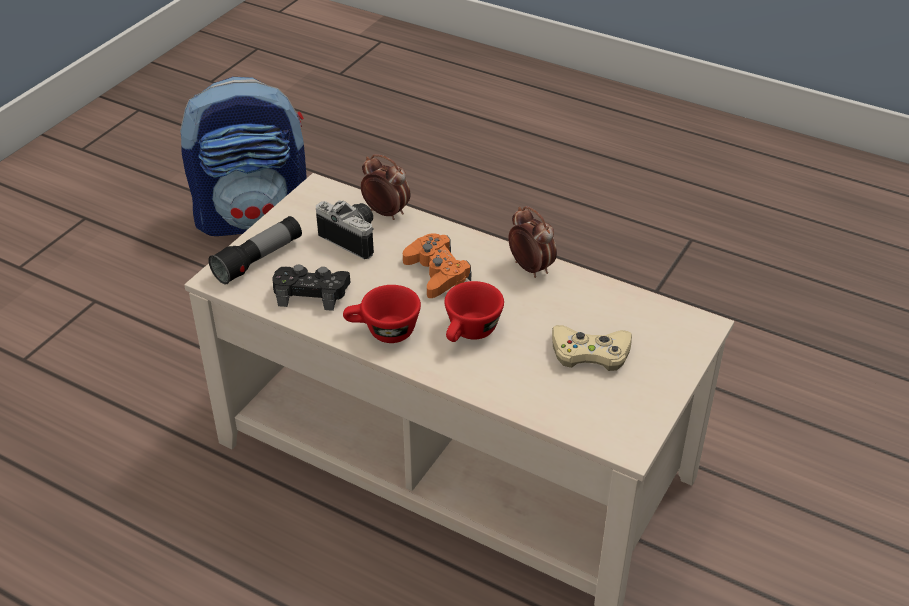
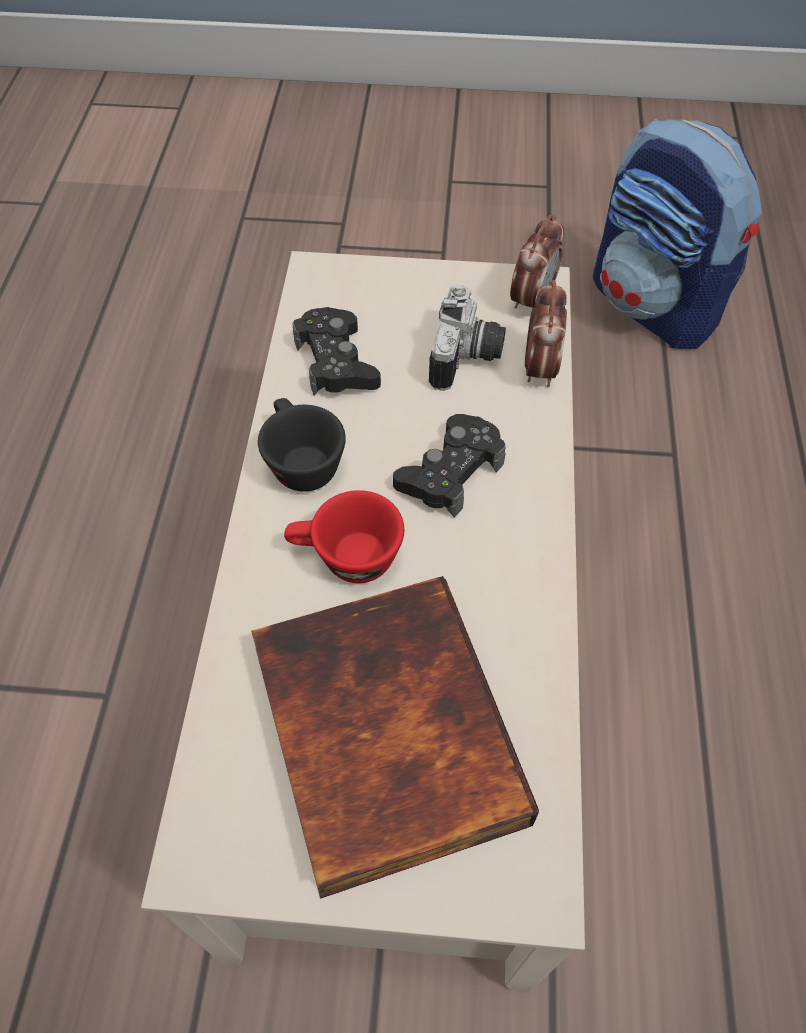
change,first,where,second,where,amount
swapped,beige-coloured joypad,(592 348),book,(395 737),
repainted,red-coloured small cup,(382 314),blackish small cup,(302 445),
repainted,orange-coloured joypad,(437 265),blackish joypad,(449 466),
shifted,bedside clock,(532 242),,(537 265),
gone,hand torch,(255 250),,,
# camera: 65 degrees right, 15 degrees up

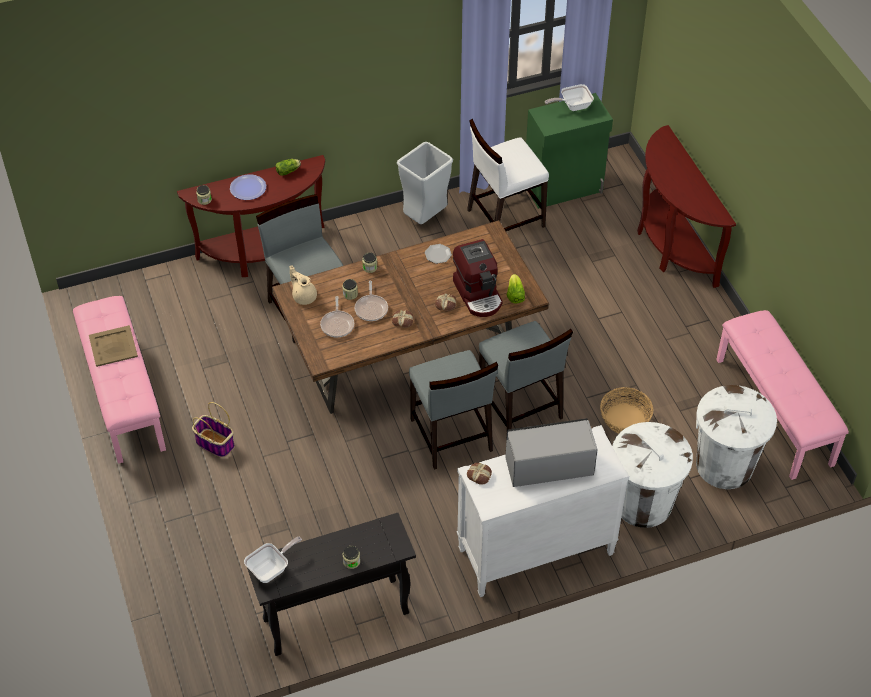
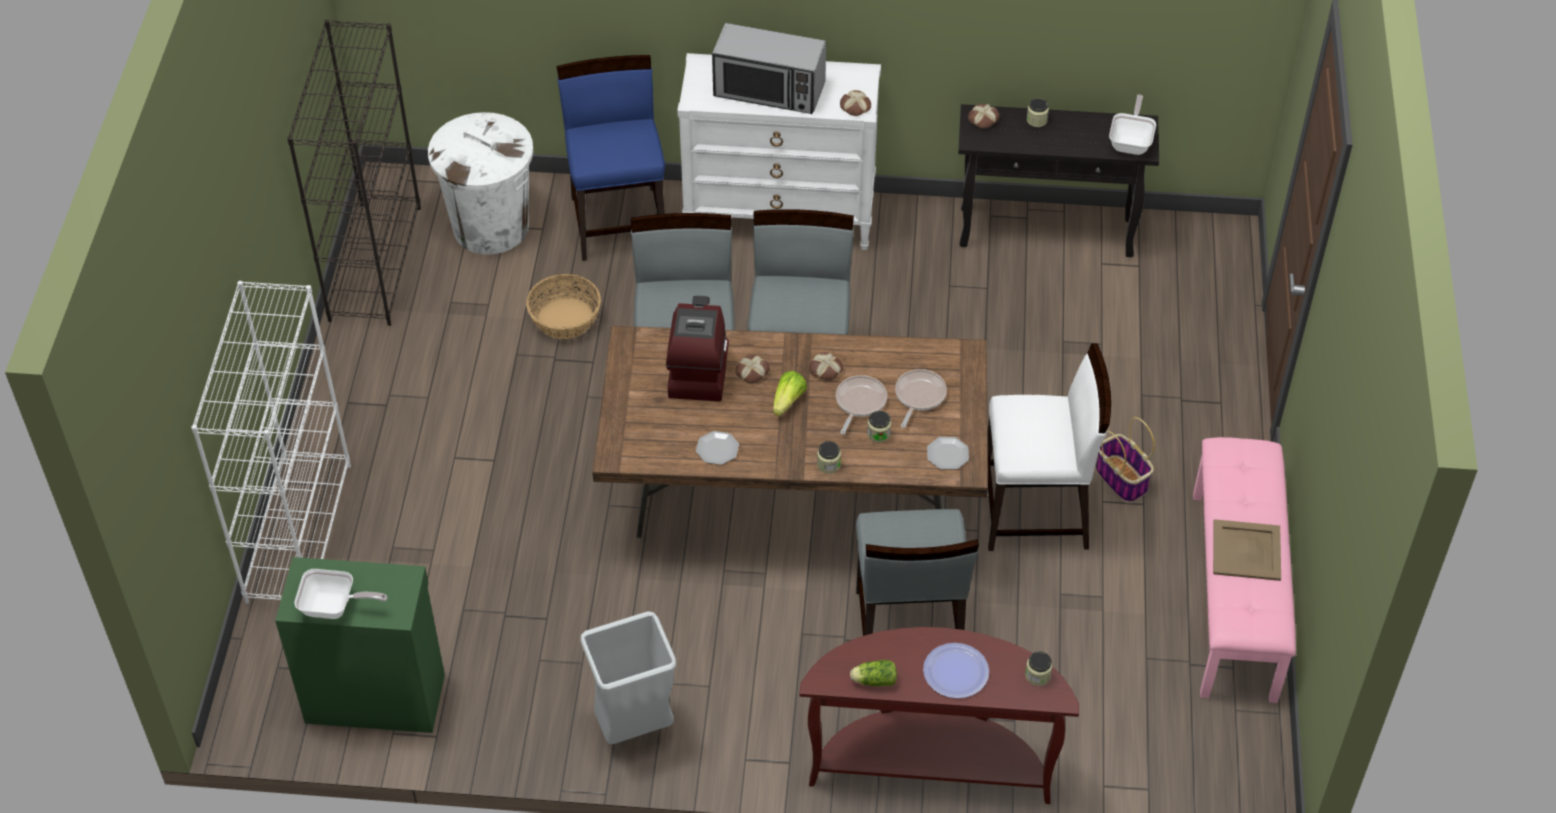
change,first,where,second,where,amount
swapped,brownish console table,(686 206),white shelving unit,(271 442),
swapped,pink long seat,(782 395),blackish shelving unit,(354 173),
swapped,white rubbish bin,(652 475),bluish upright chair,(611 158),
shifted,lettuce head,(516 289),,(790 393),
swapped,beige-coloured tea pot,(303 285),flat dish,(948 453),
new,,,baked bread,(984 116),
shifted,white upright chair,(508 175),,(1049 447),
rotated,pan,(273 560),,(1132 125),120 degrees clockwise
# camera: 155 degrees left, 0 degrees up

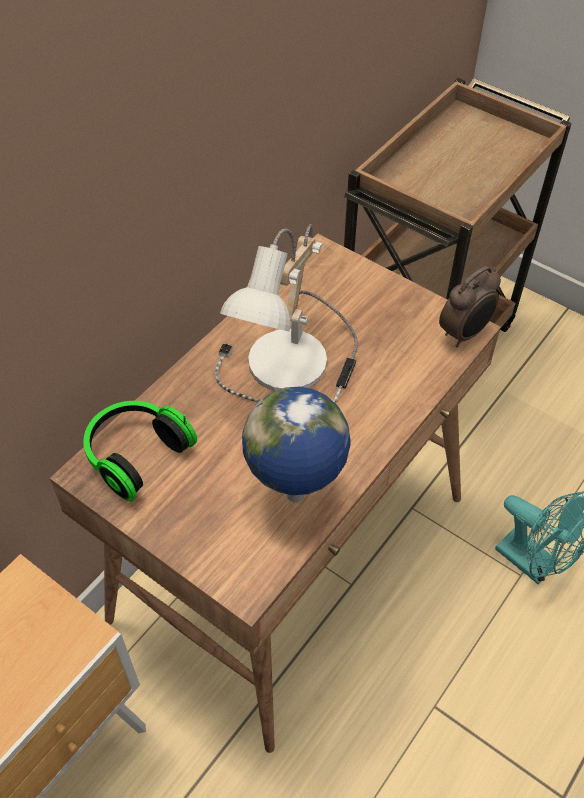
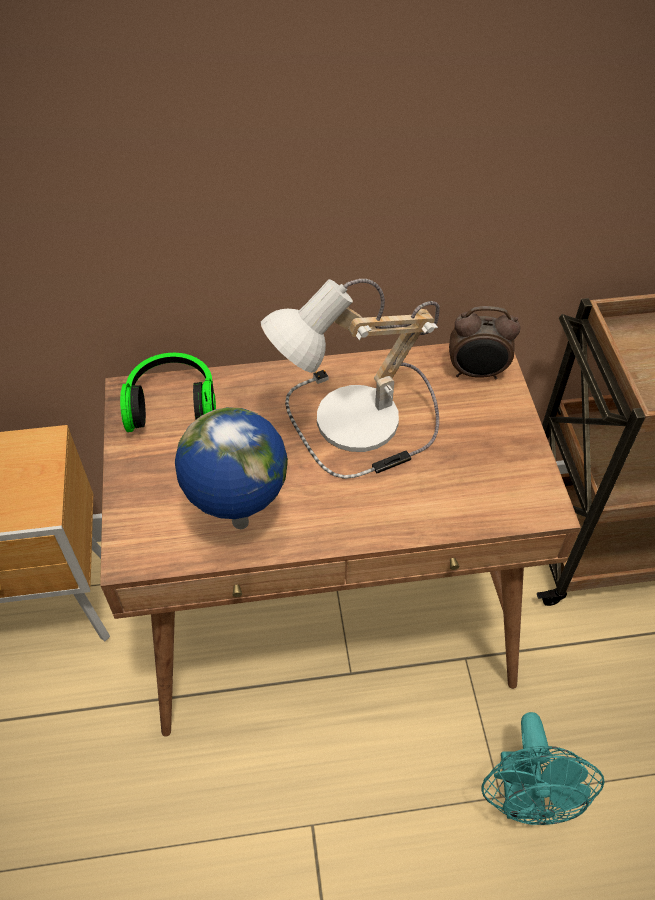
change,first,where,second,where,amount
shifted,bedside clock,(470 306),,(484 343),
# camera: 45 degrees right, 0 degrees up

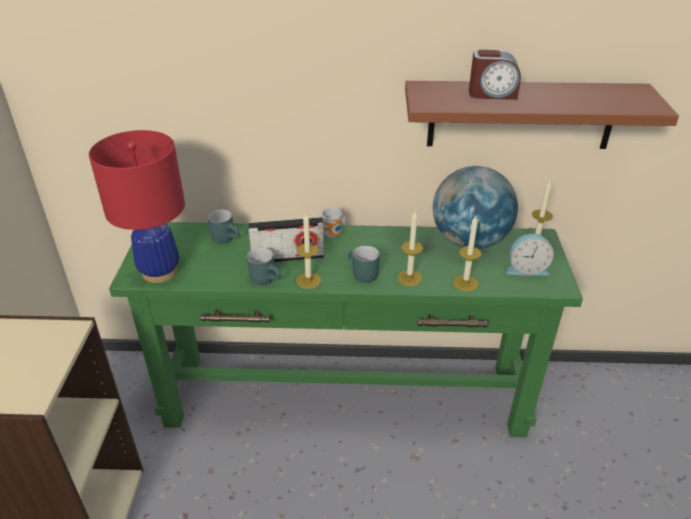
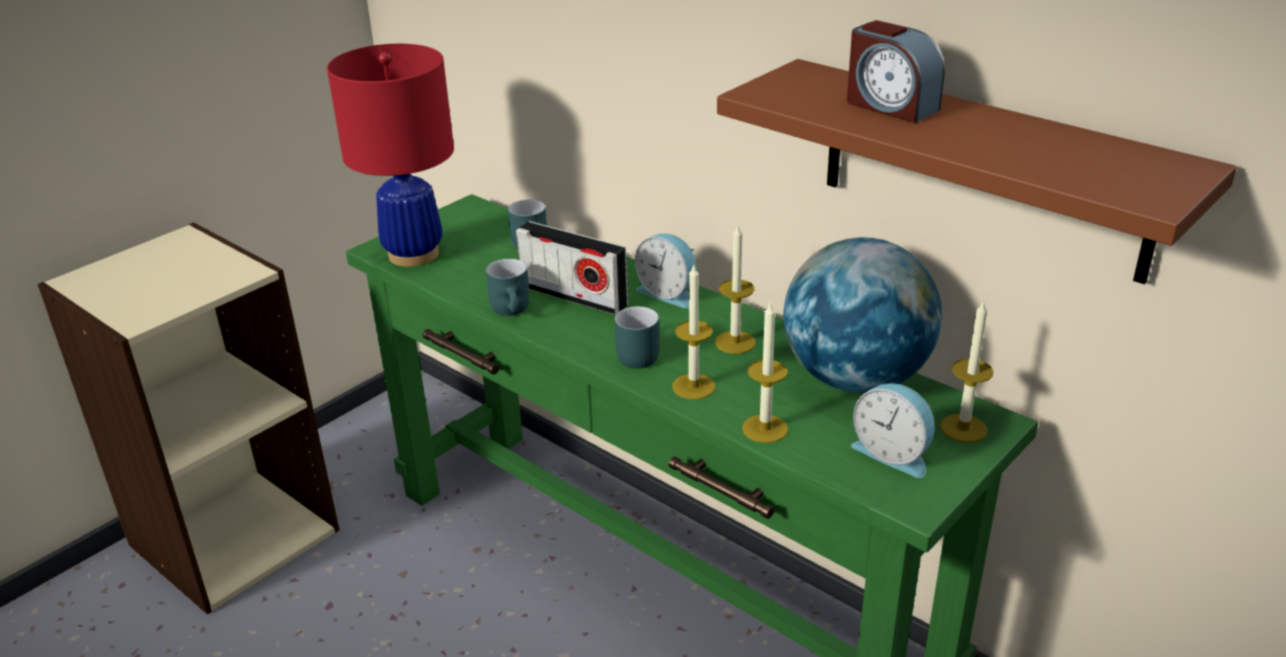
change,first,where,second,where,amount
swapped,mug,(334 223),bedside clock,(665 271),
shifted,candle,(308 251),,(735 289),
# camera: 40 degrees right, 5 degrees down

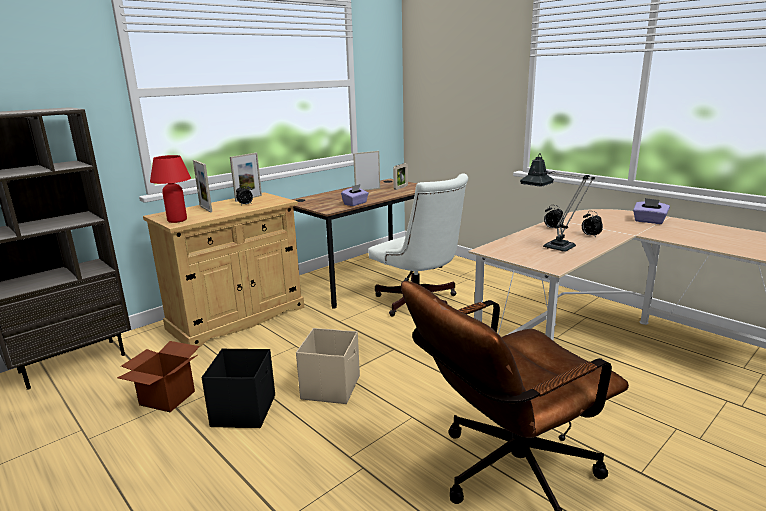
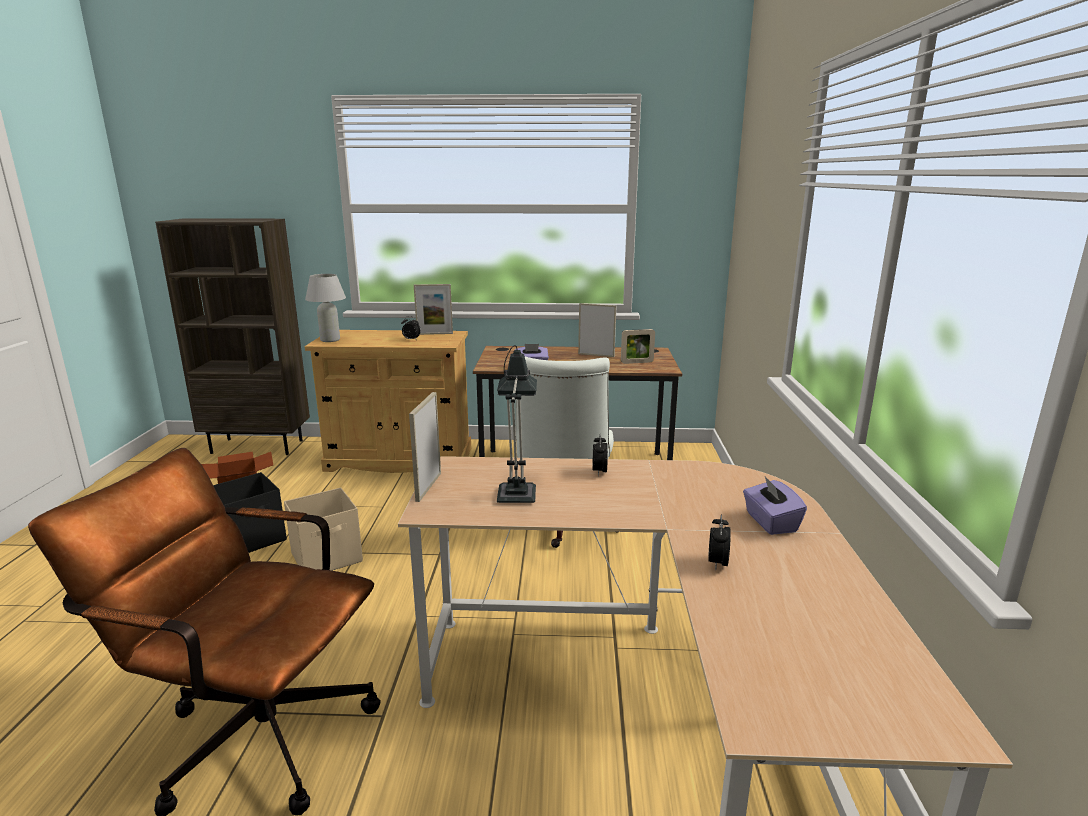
change,first,where,second,where,amount
repainted,red-coloured tabletop lamp,(170 189),white tabletop lamp,(325 308),
shifted,photo frame,(202 186),,(425 447),
shifted,bedside clock,(592 224),,(719 542),
# camera: 45 degrees right, 0 degrees up

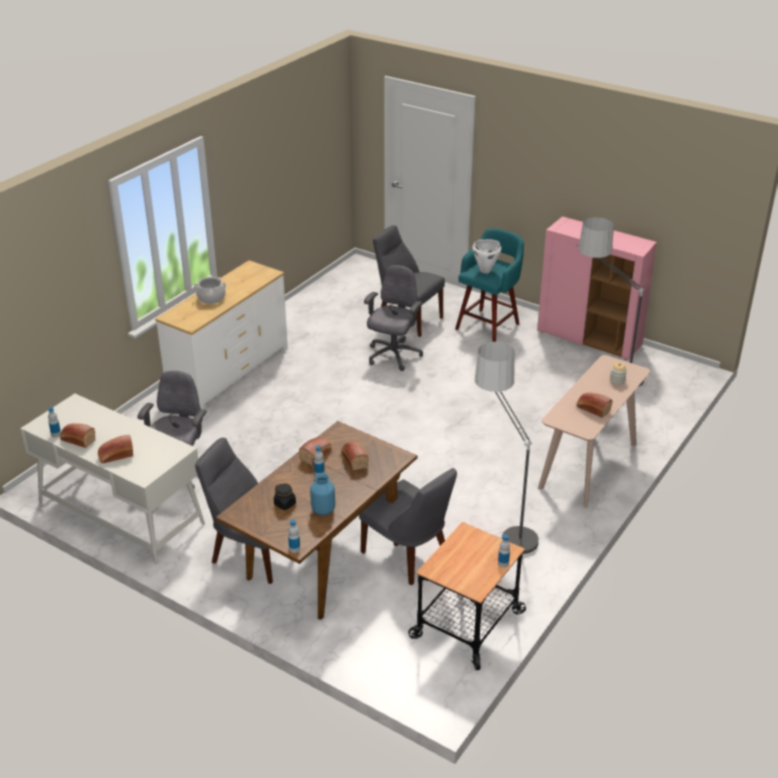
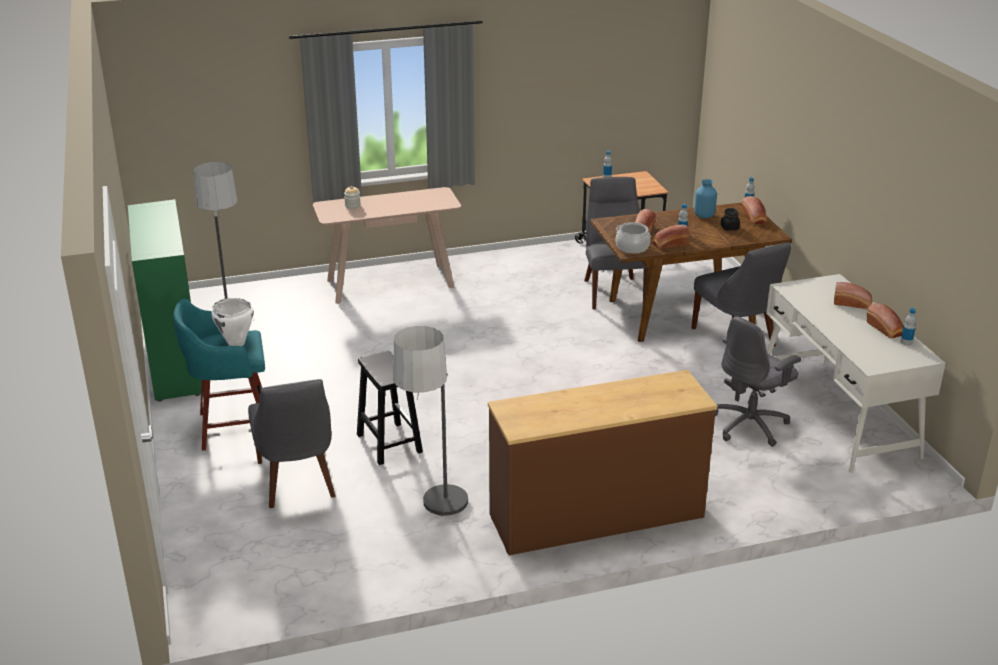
change,first,where,second,where,amount
repainted,pink cupboard,(597 288),greenish cupboard,(165 300),
swapped,gray desk chair,(393 318),blackish sitting stool,(390 408),
shifted,standard lamp,(507 449),,(433 423),
repainted,white drawer chest,(221 334),brownish drawer chest,(602 462),
shifted,saucepot,(210 290),,(633 238),
shifted,baked bread,(594 405),,(754 210),
# camera: 140 degrees left, 5 degrees down

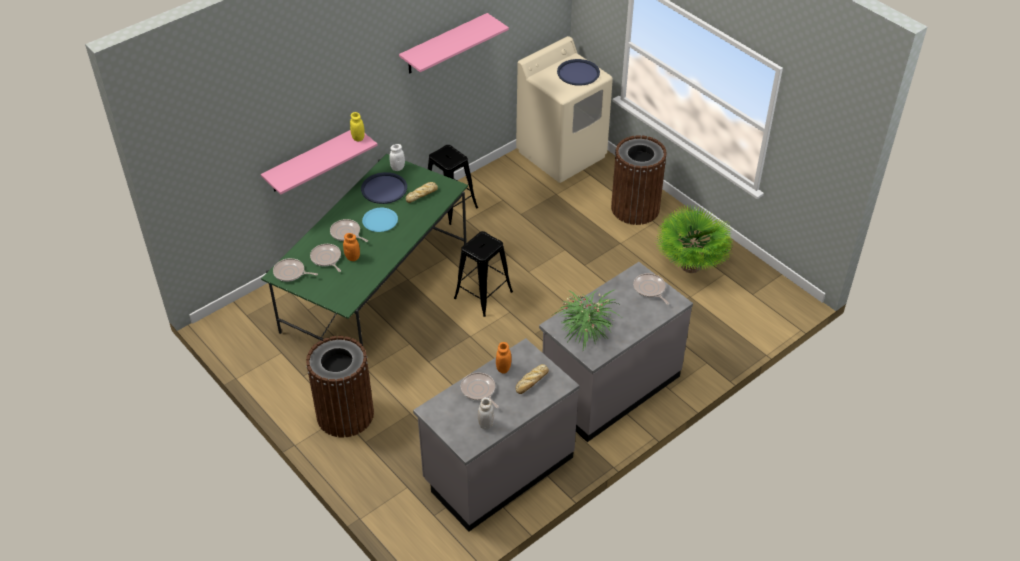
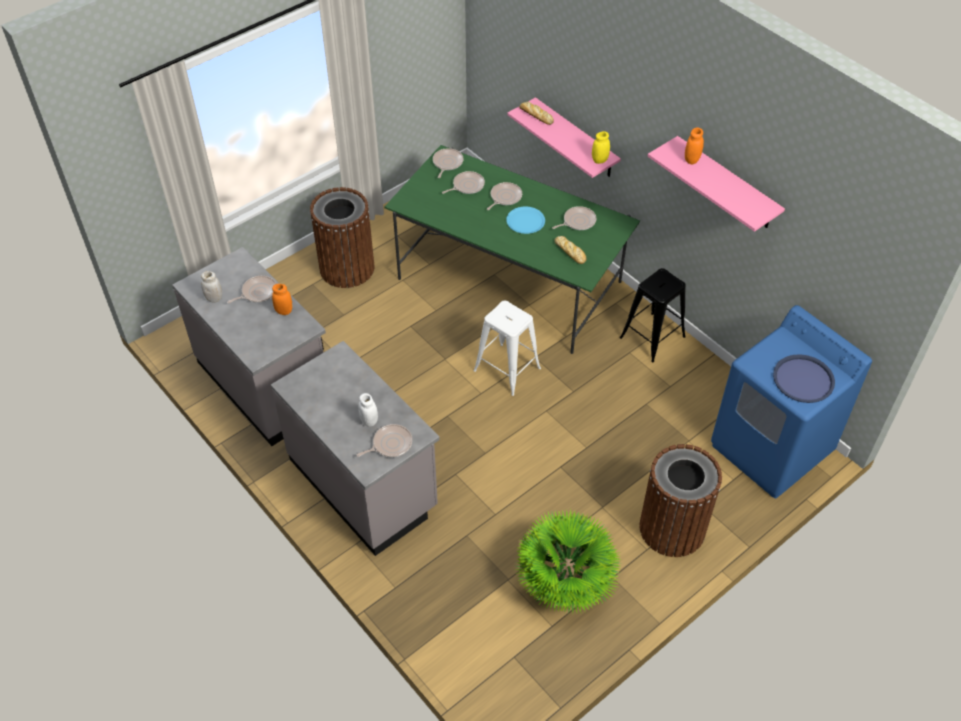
change,first,where,second,where,amount
shifted,white preserve jar,(397 157),,(368 410),
repainted,blackish sitting stool,(483 274),white sitting stool,(507 348),
shifted,baked bread,(532 379),,(537 113),
swapped,bluish carrying tray,(384 188),pan,(574 218),
shifted,orange-coloured preserve jar,(351 247),,(694 145),
repainted,beige-coloured laundry machine,(564 109),bluish laundry machine,(791 401),
gone,potted plant,(585 319),,,
# camera: 90 degrees right, 5 degrees up

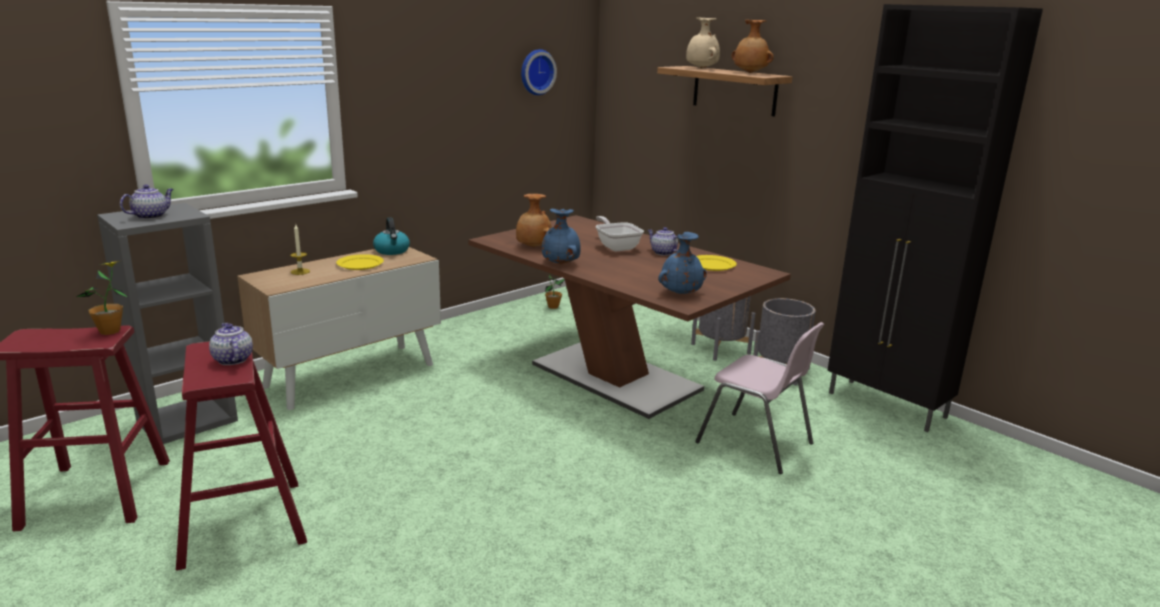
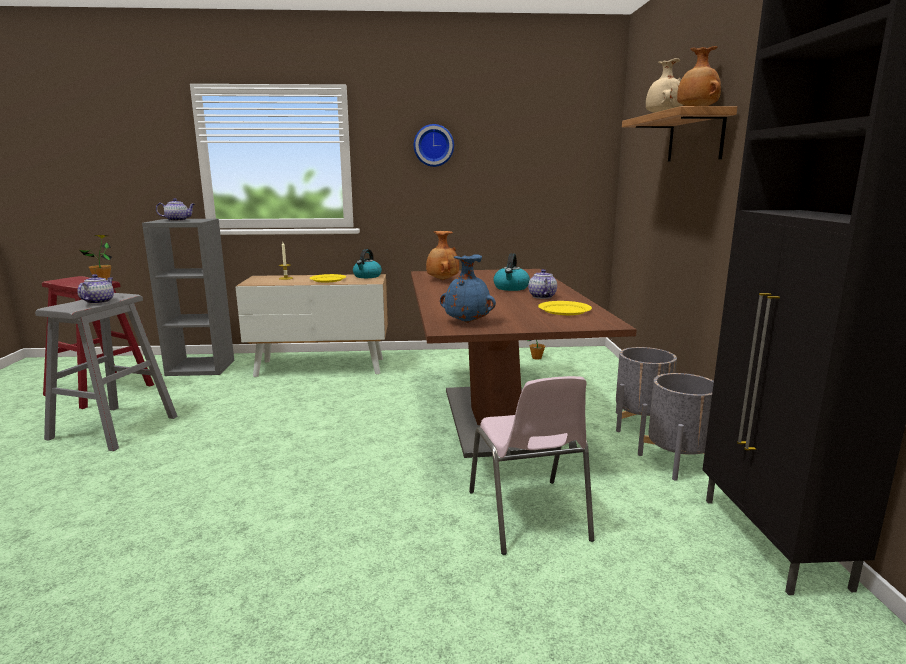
change,first,where,second,where,amount
repainted,red-coloured sitting stool,(241 456),gray sitting stool,(106 372),
shifted,wall clock,(539 72),,(434 145),
swapped,pan,(620 233),tea kettle,(511 272),
gone,bluish flower vase,(561 237),,,
# camera: 40 degrees right, 5 degrees down

